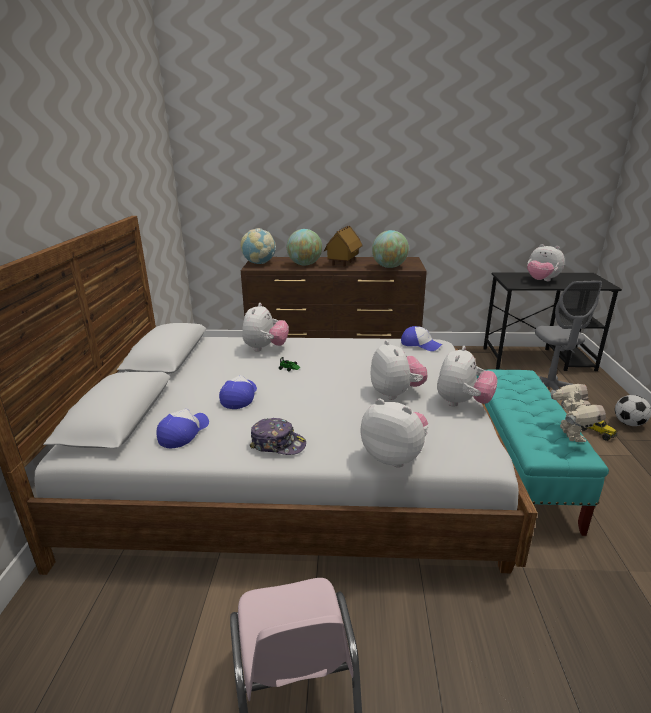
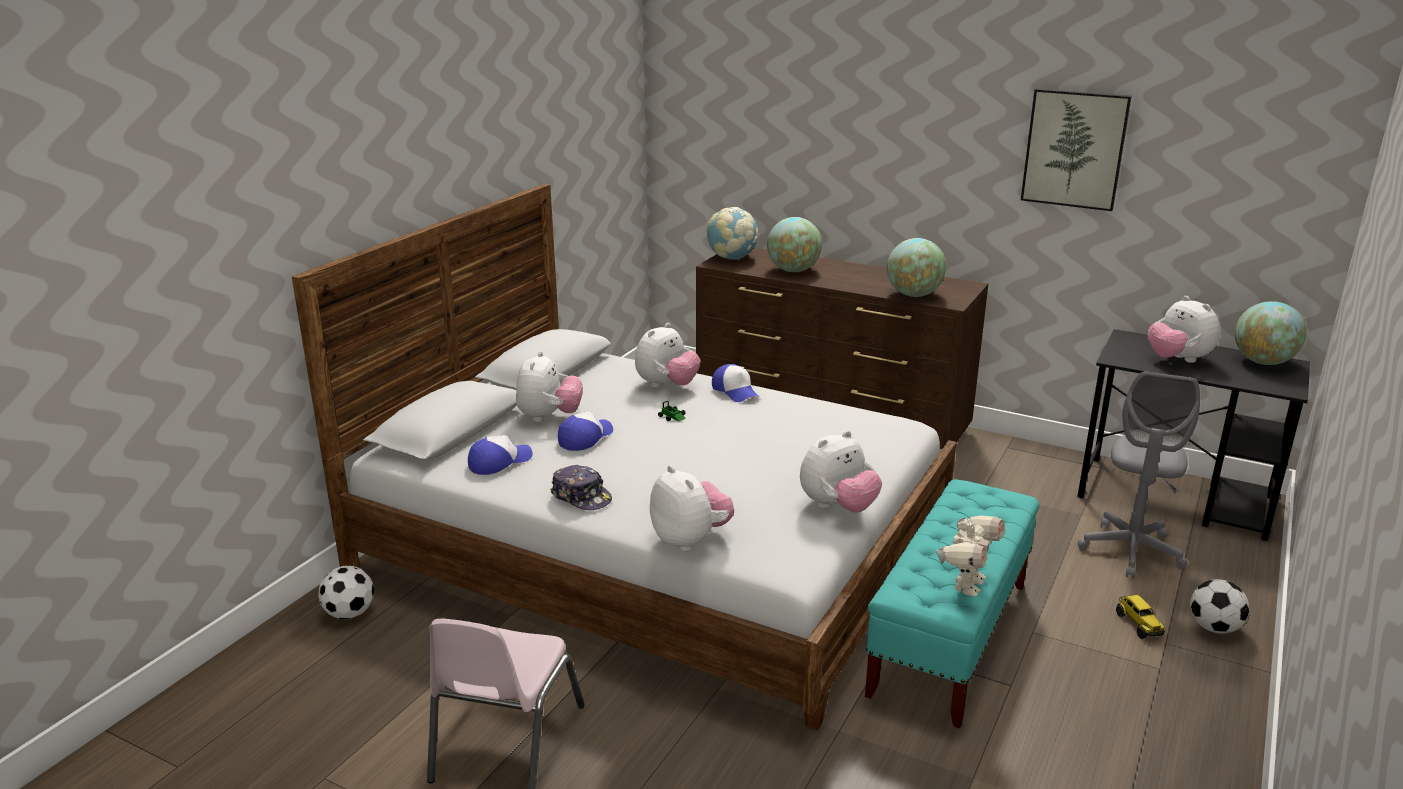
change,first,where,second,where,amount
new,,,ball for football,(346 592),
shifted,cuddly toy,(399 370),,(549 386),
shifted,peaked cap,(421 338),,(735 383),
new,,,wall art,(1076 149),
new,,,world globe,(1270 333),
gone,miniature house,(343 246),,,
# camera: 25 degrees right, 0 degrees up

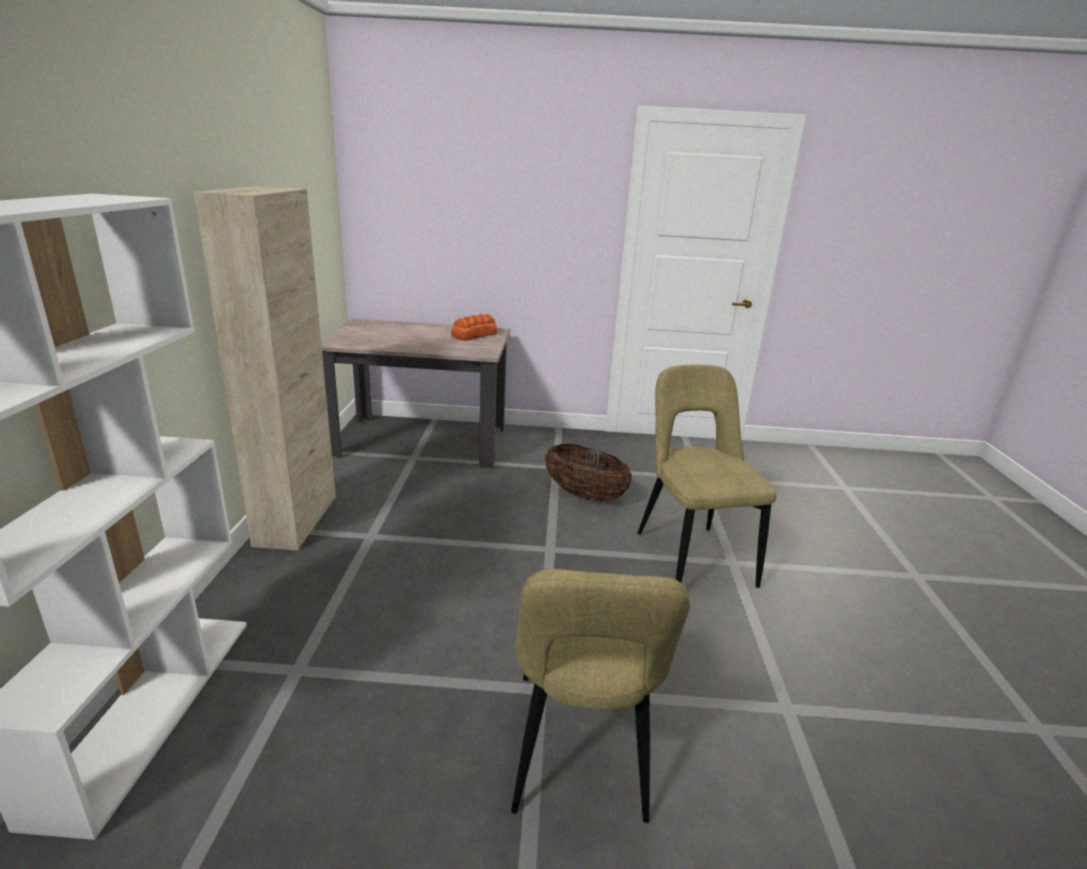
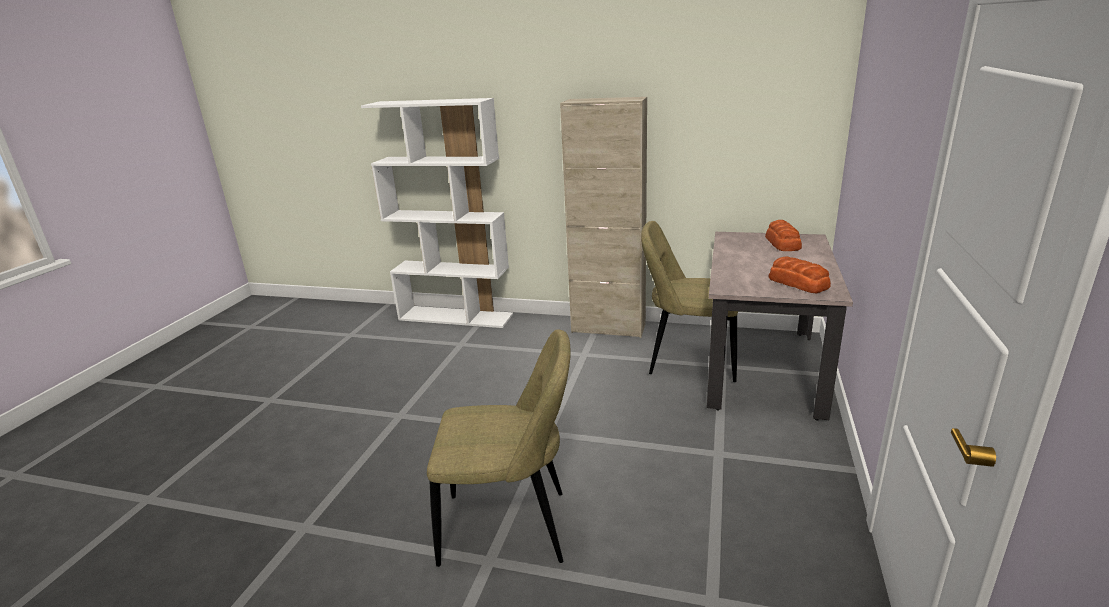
change,first,where,second,where,amount
shifted,beige-coloured upright chair,(600 696),,(689 301),
new,,,baked bread,(783 235),
gone,storage basket,(588 473),,,
# camera: 105 degrees right, 0 degrees up

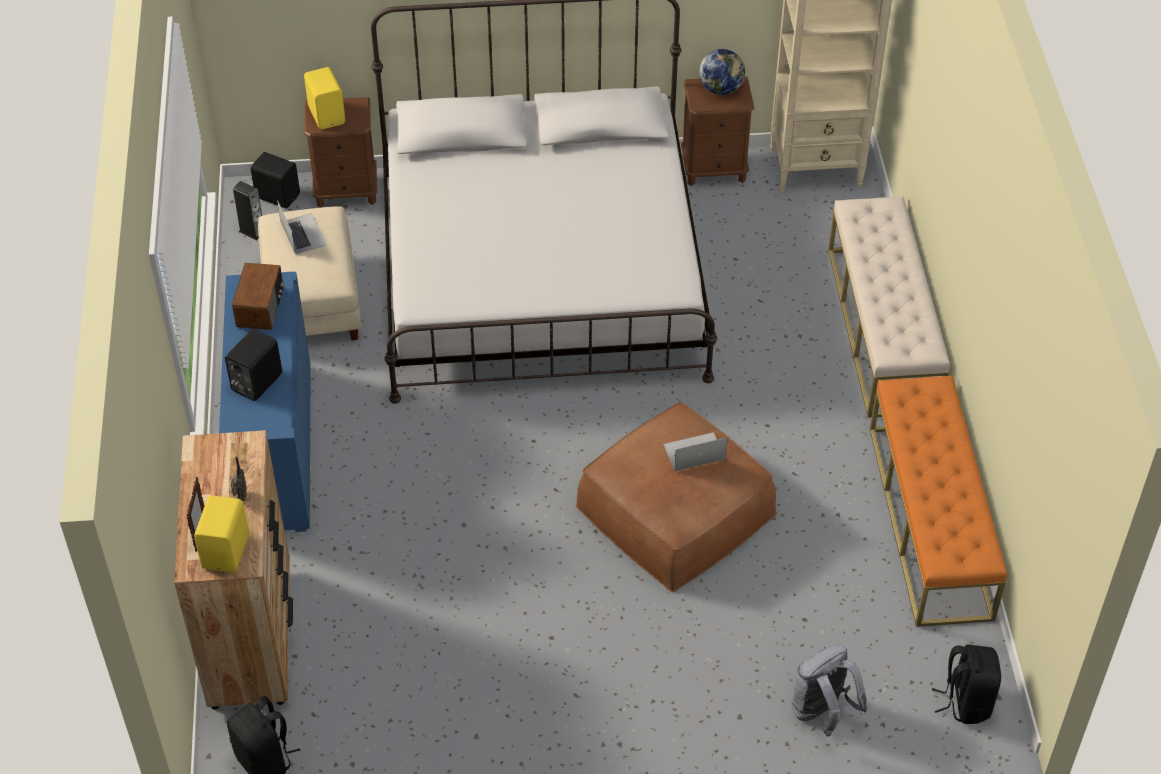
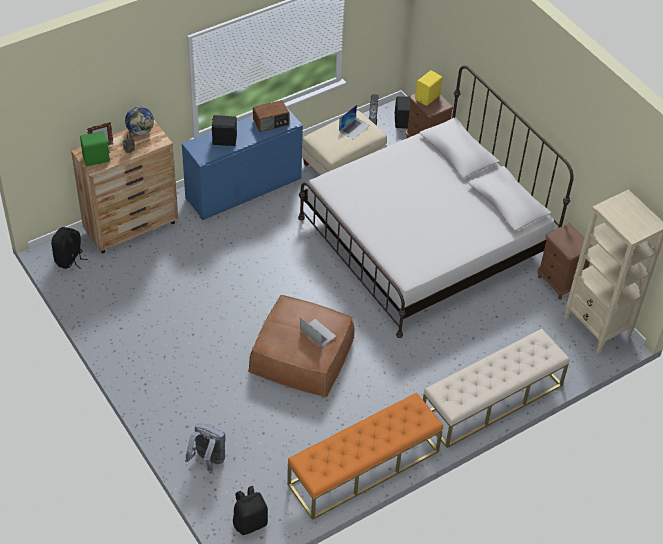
change,first,where,second,where,amount
repainted,yellow audio speaker,(221 534),greenish audio speaker,(95 148),
shifted,world globe,(722 72),,(139 120),
# camera: 60 degrees right, 0 degrees up

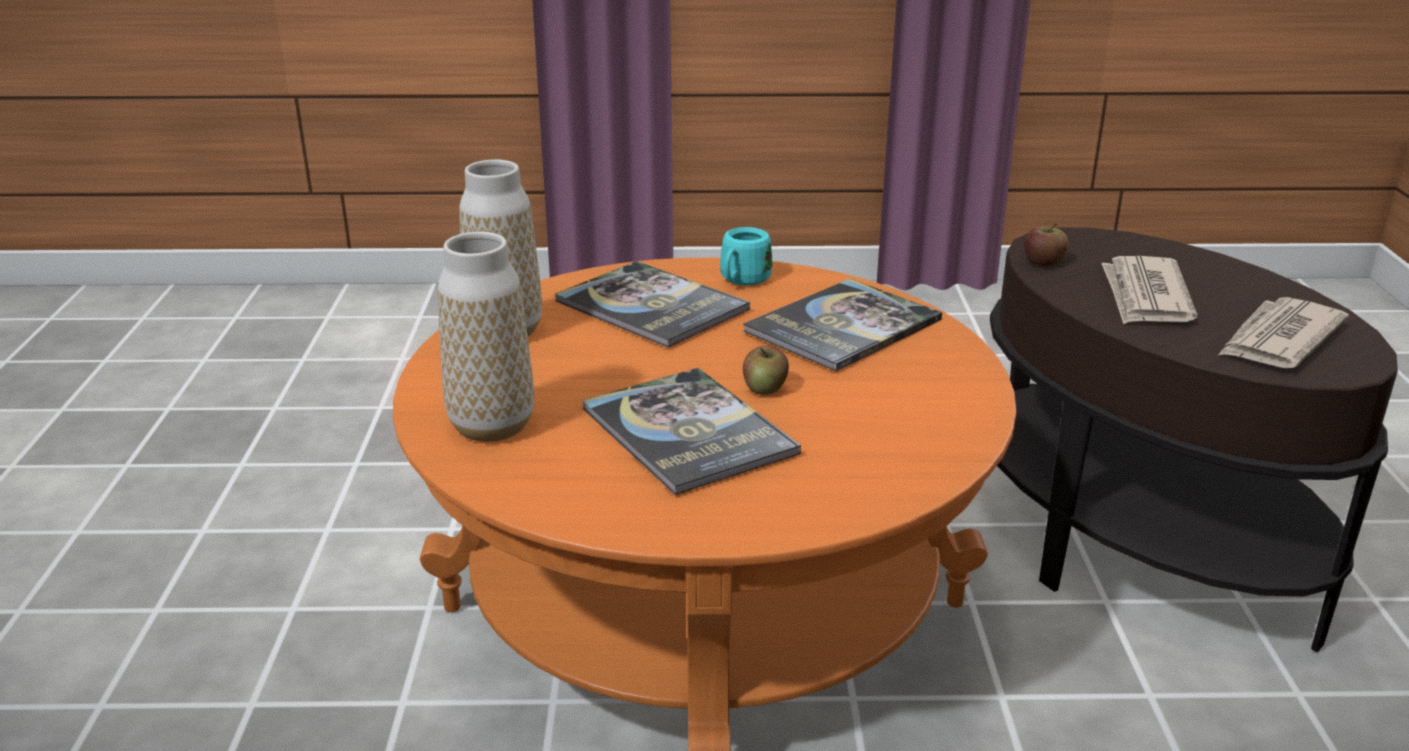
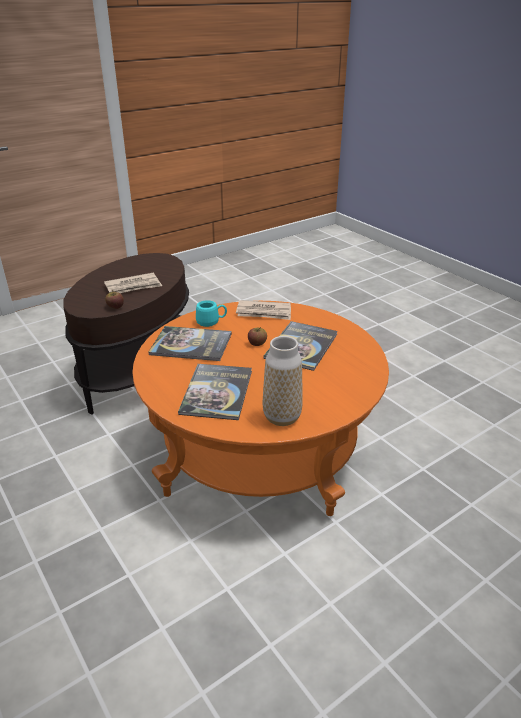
change,first,where,second,where,amount
shifted,turquoise mug,(746 256),,(211 313),
shifted,printed paper,(1283 332),,(263 310),
gone,flower vase,(486 337),,,
# camera: 125 degrees left, 5 degrees up

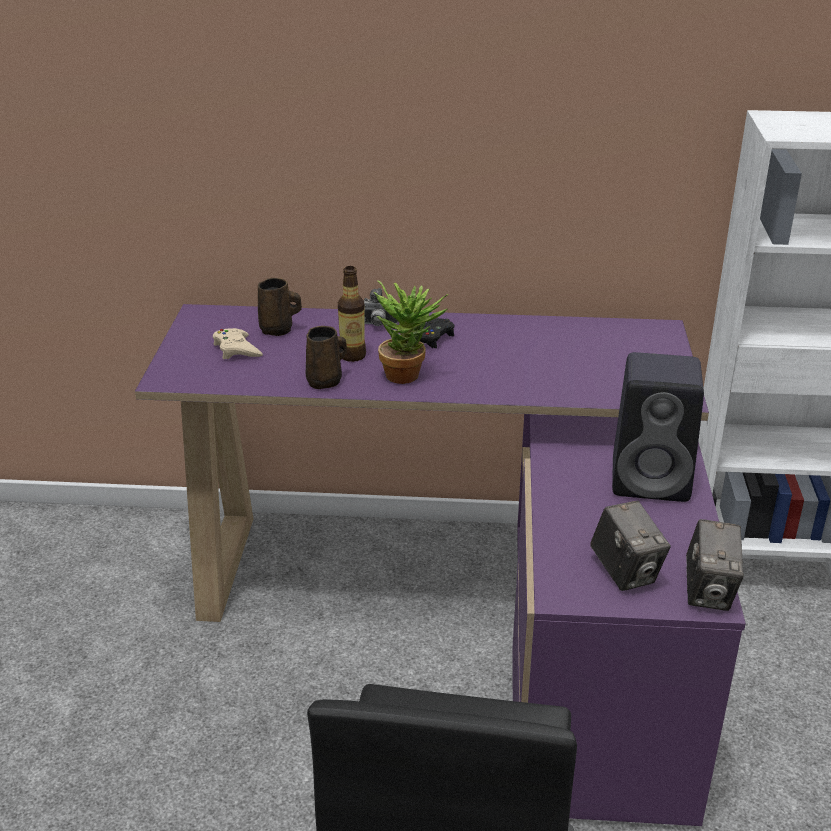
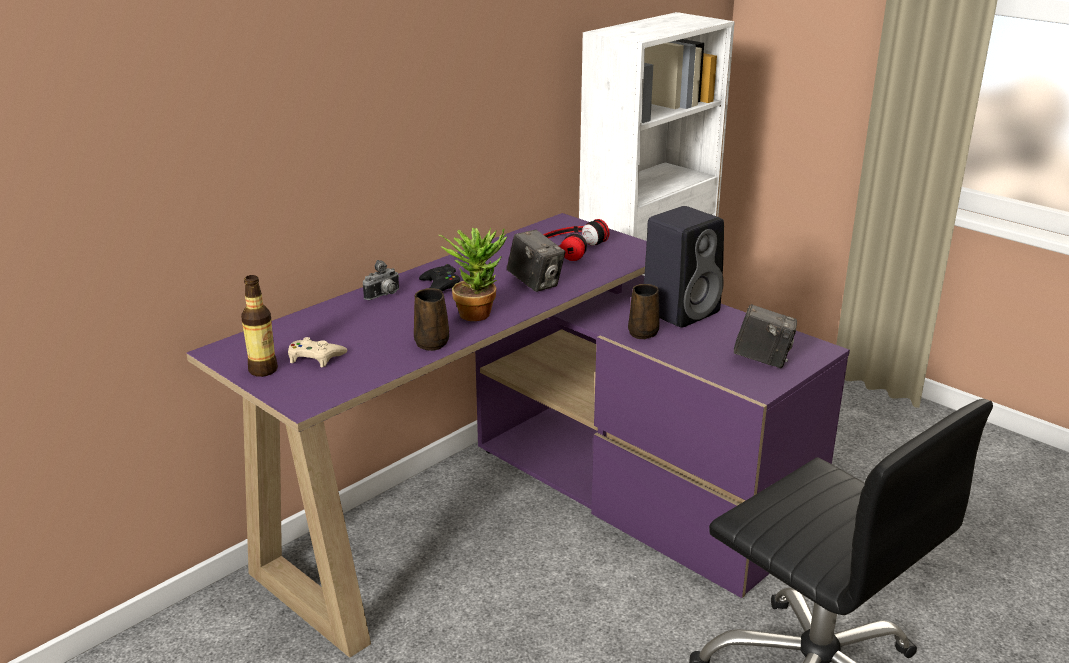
change,first,where,second,where,amount
shifted,bottle,(352 314),,(259 326),
shifted,still camera,(715 565),,(536 260),
new,,,pair of headphones,(576 240),
shifted,brownish mug,(280 307),,(643 311),
# camera: 50 degrees left, 5 degrees down

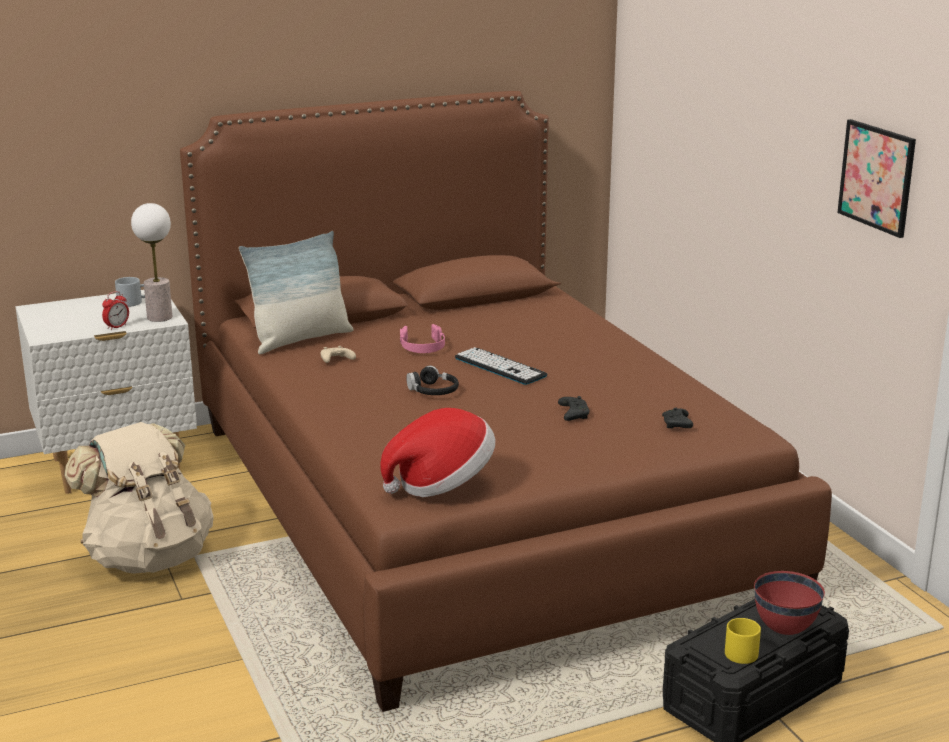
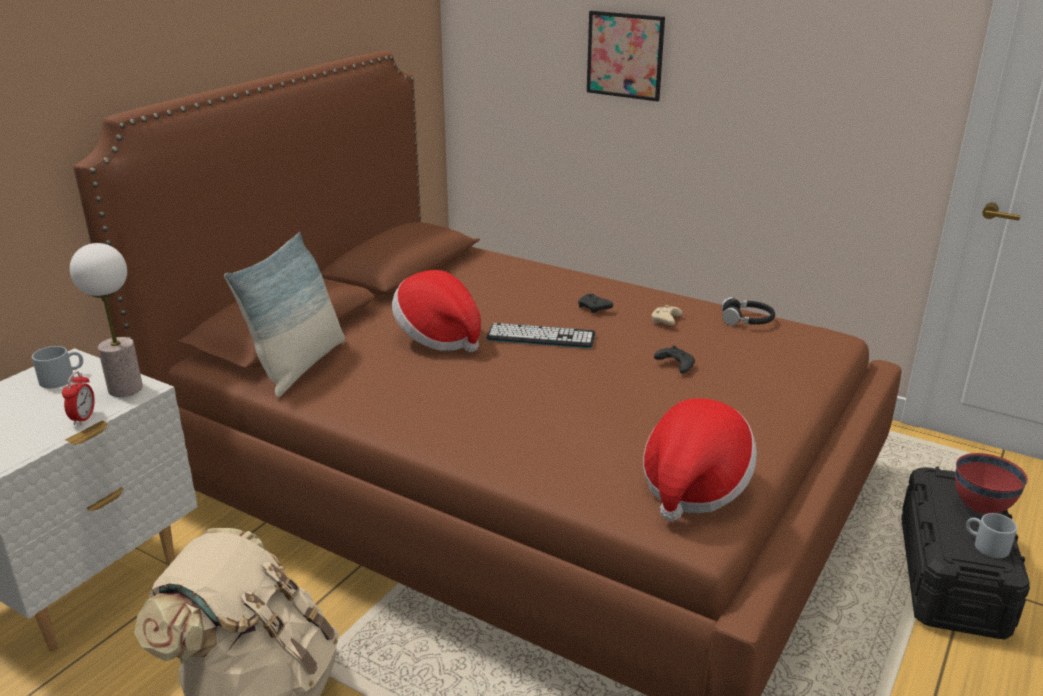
change,first,where,second,where,amount
swapped,pink pair of headphones,(422 338),hat,(436 311),
shifted,blackish joypad,(677 418),,(595 303),
shifted,wall art,(876 178),,(626 56),
shifted,beige-coloured joypad,(338 354),,(667 315),
shifted,blackish pair of headphones,(432 380),,(748 311),
repainted,yellow mug,(743 641),gray mug,(991 535),
# camera: 35 degrees left, 5 degrees up

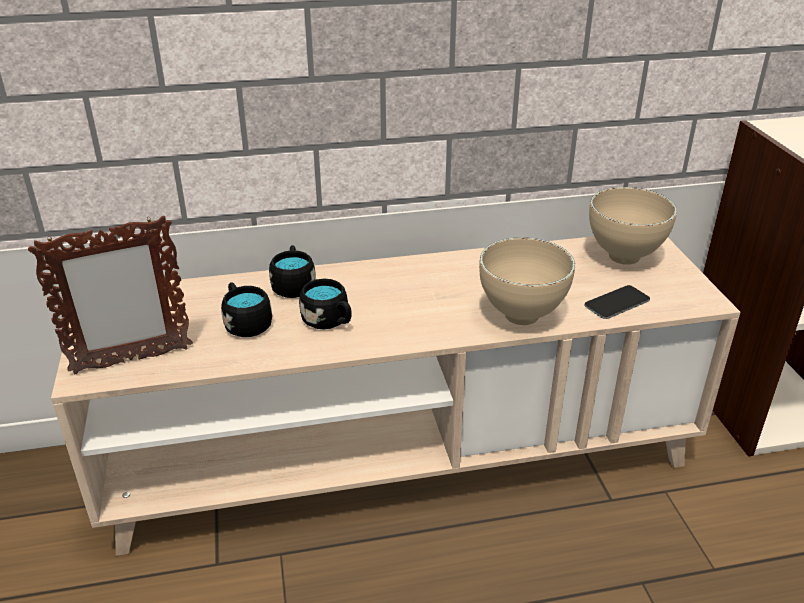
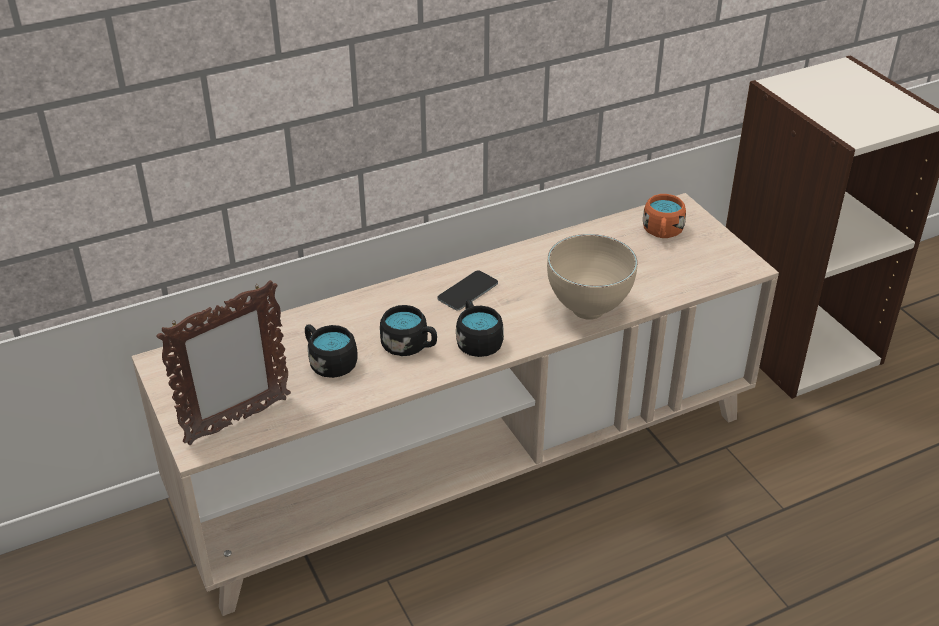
change,first,where,second,where,amount
shifted,telephone,(617 302),,(467 290),
shifted,blackish mug,(292 271),,(480 328),
swapped,beige-coloured bowl,(633 226),orange-coloured mug,(664 216),
# camera: 15 degrees left, 5 degrees up

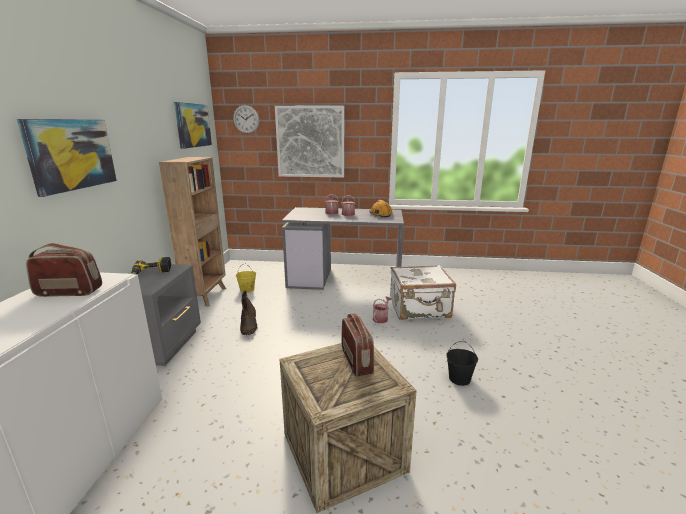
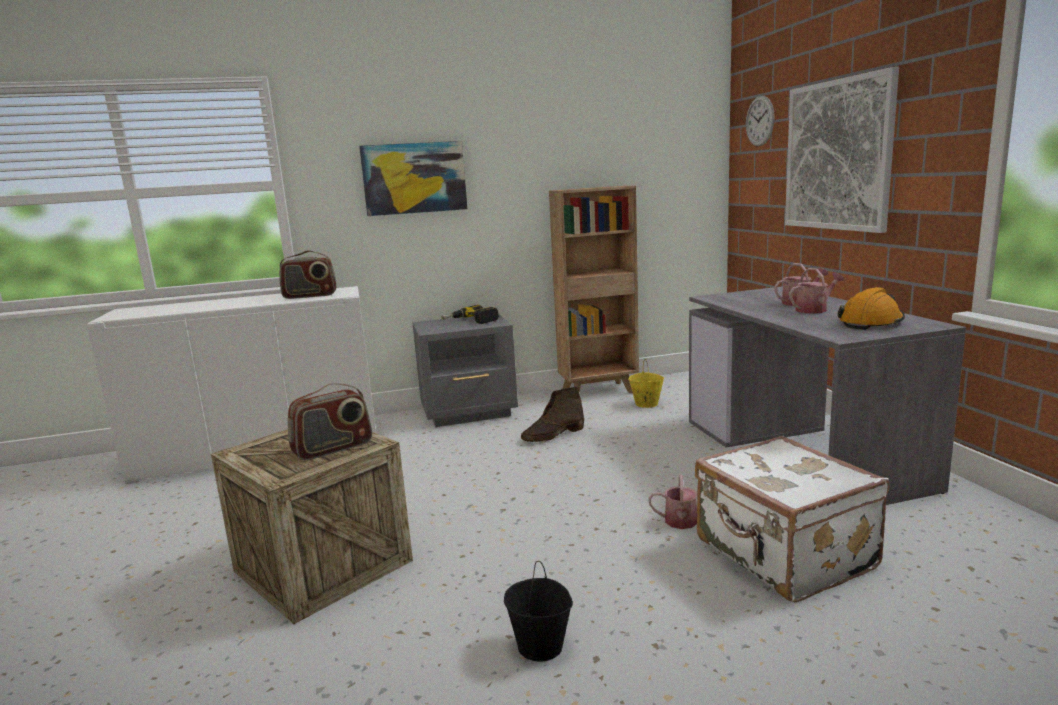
change,first,where,second,where,amount
rotated,radio,(64 270),,(307 274),105 degrees clockwise
gone,wall art,(193 125),,,
# camera: 70 degrees right, 5 degrees down

